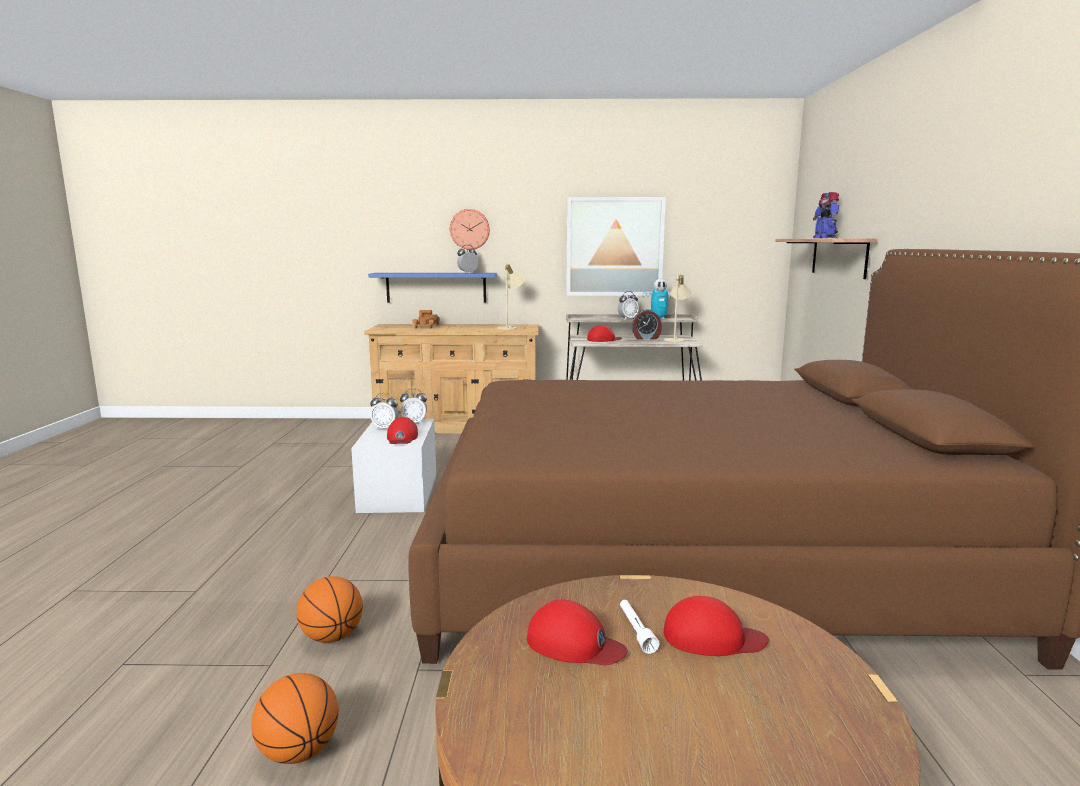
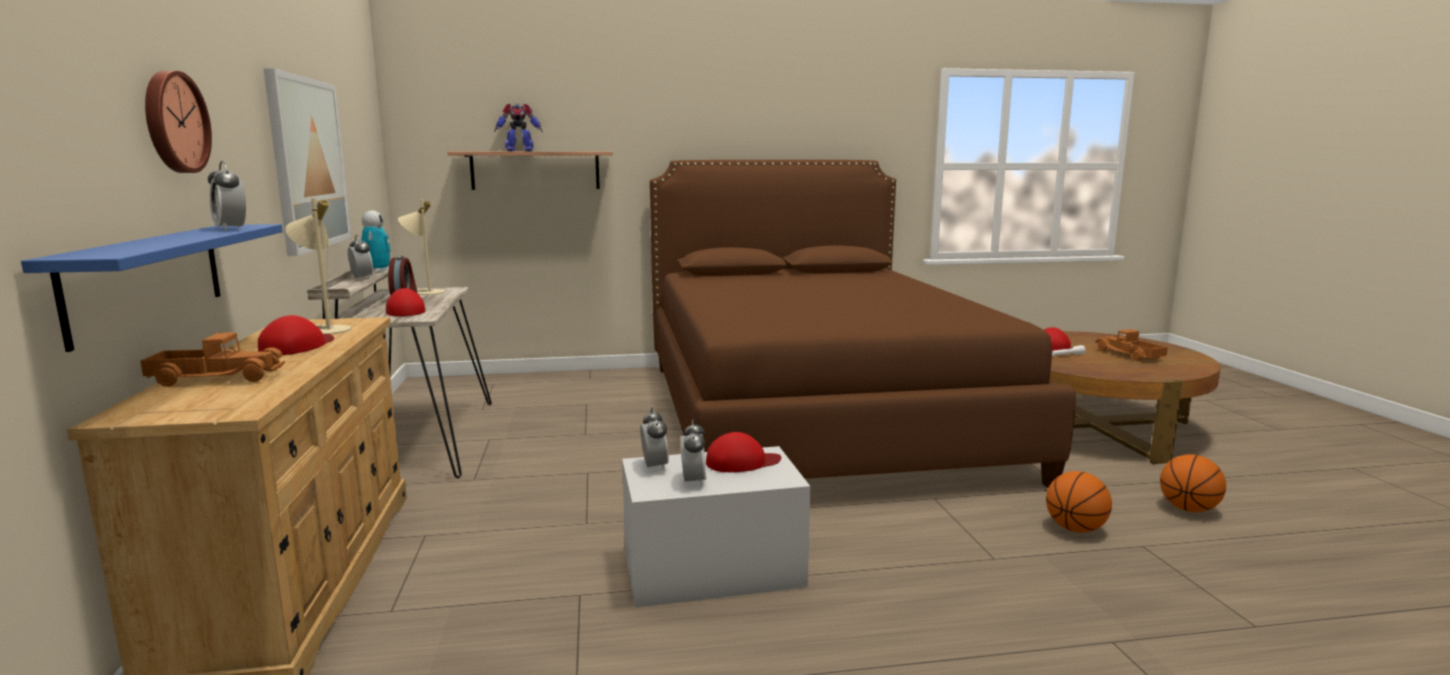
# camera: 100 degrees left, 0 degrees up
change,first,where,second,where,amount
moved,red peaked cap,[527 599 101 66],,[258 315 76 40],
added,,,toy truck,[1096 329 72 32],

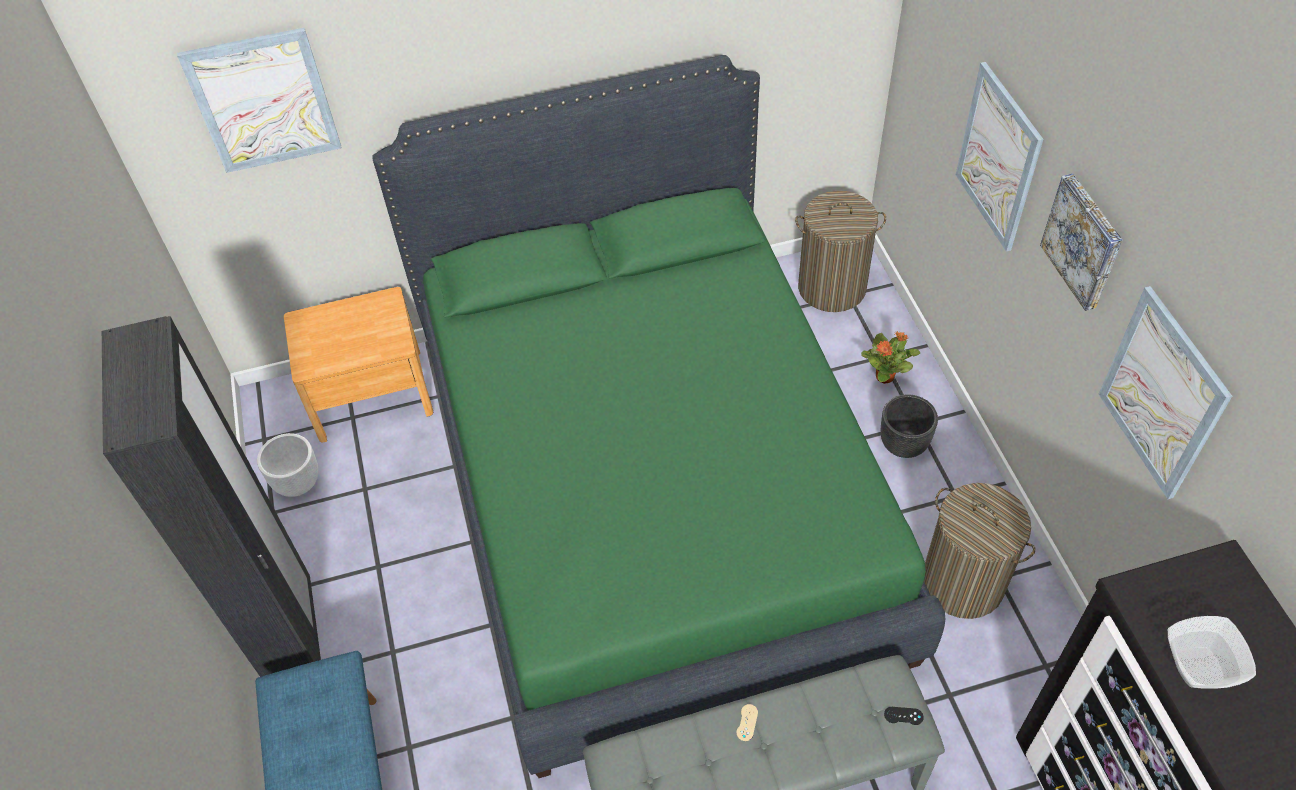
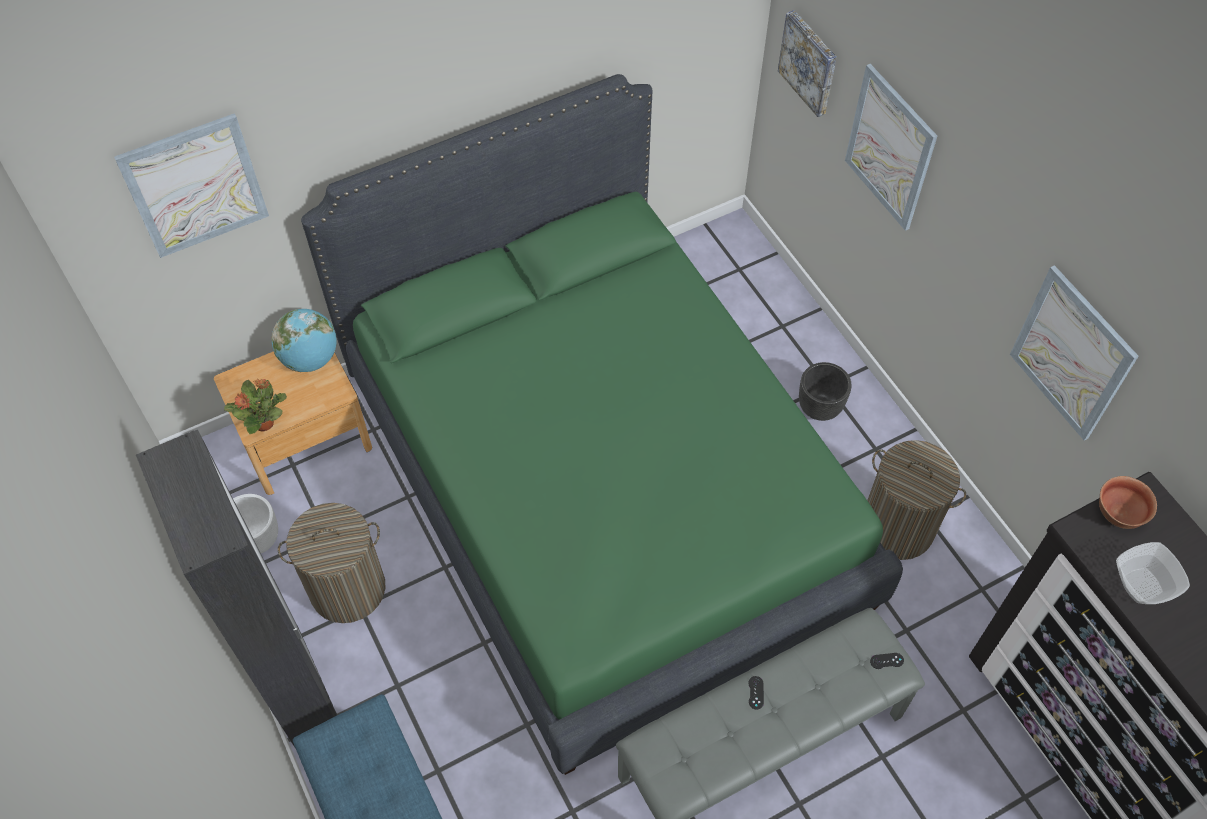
# camera: 15 degrees left, 5 degrees up
change,first,where,second,where,amount
moved,potted plant,[861 331 59 53],,[224 379 63 55],
added,,,globe,[271 309 66 63],
moved,washing basket,[795 191 91 121],,[278 503 107 120],
recoloured,sand-coloured joypad,[736 704 22 37],black joypad,[748 676 16 34],
moved,picture,[1040 174 83 137],,[778 10 59 107],
added,,,serving bowl,[1099 476 58 53],

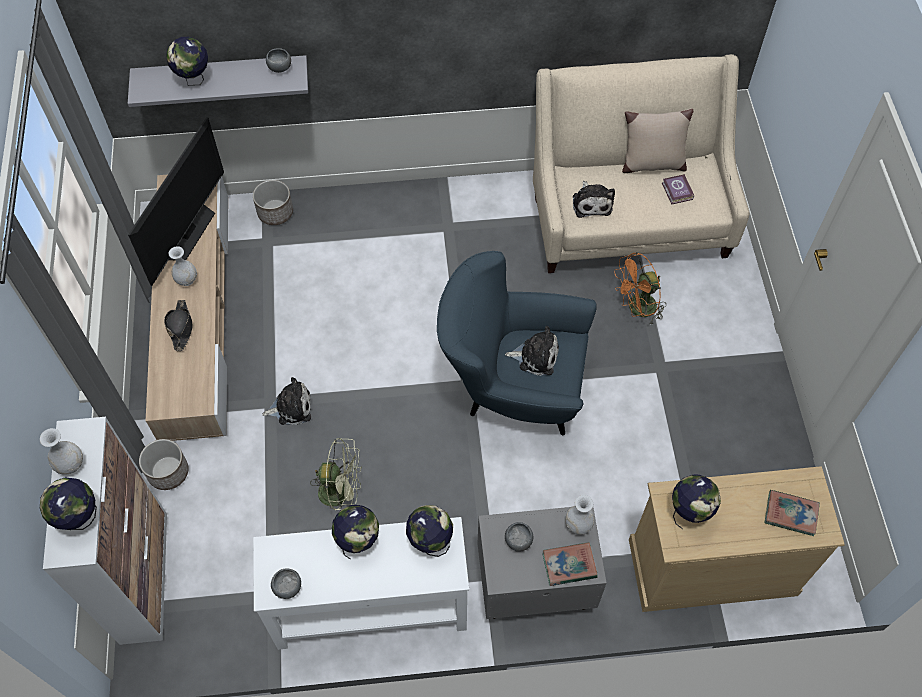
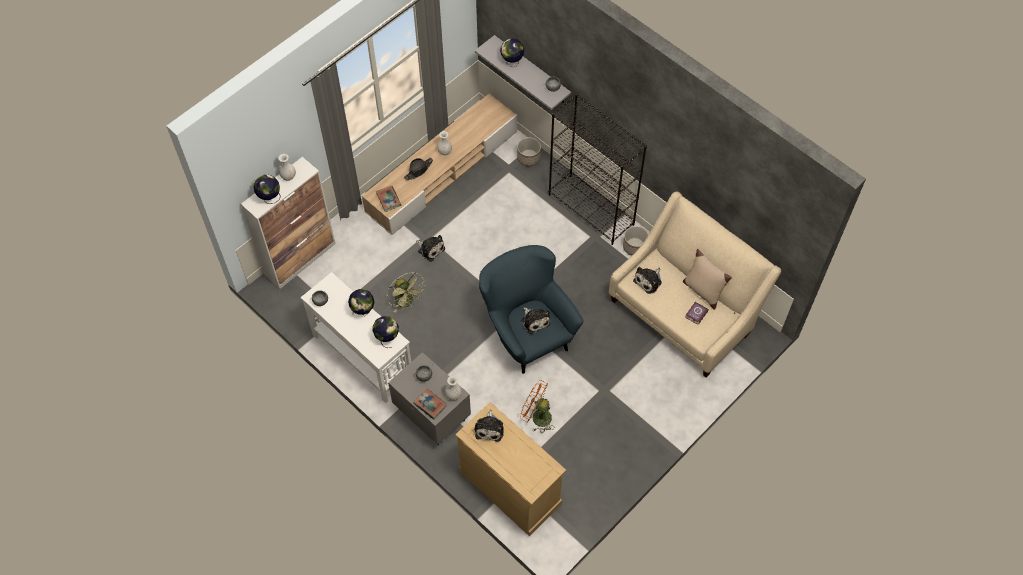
# camera: 50 degrees right, 0 degrees up
change,first,where,second,where,amount
moved,book,[765 490 55 46],,[376 186 25 26],
replaced,globe,[672 474 49 55],cuddly toy,[475 409 29 33],
moved,orange-coloured electric fan,[614 252 52 72],,[520 380 35 53],
added,,,black bookcase,[549 94 98 151],
moved,planter,[139 439 50 51],,[623 226 26 30],
removed,TV,[128 117 96 169],,,

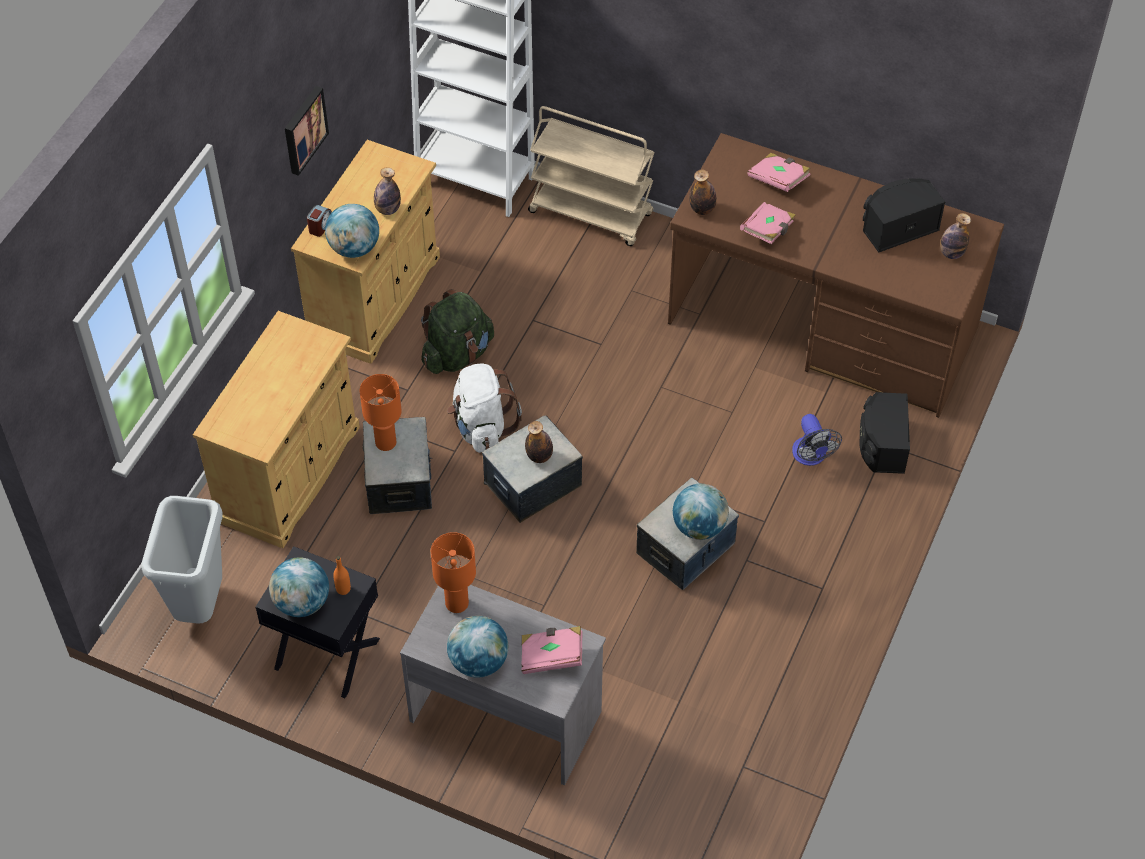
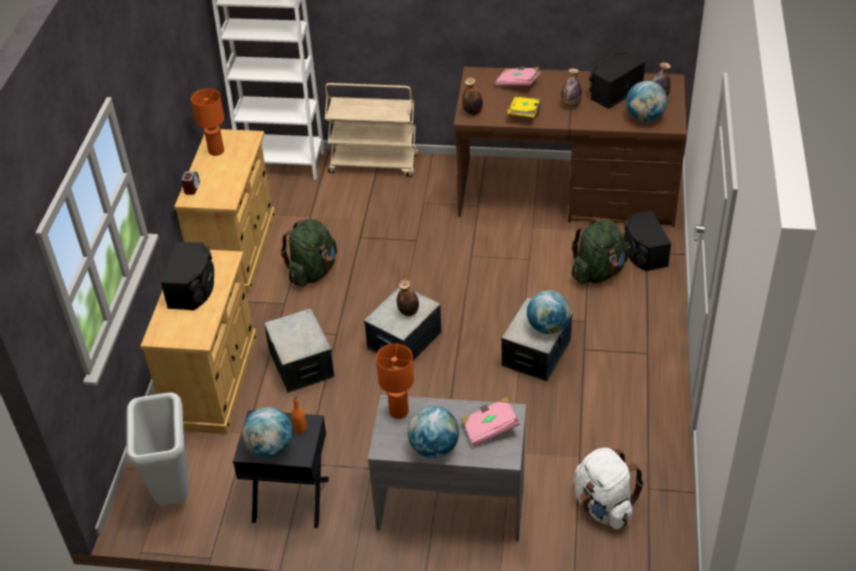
# camera: 15 degrees left, 10 degrees down
change,first,where,second,where,amount
added,,,black audio speaker,[161 241 53 69],
moved,orange-coloured tabletop lamp,[360 374 42 77],,[191 88 34 68],
recoloured,pink-coloured book,[740 202 56 42],yellow-coloured book,[507 97 34 20],
moved,bottle,[374 168 27 47],,[561 69 21 39],
replaced,electric fan,[792 414 50 52],greenish backpack,[571 218 58 66],
moved,whitish backpack,[447 364 75 89],,[574 448 70 81],
moved,globe,[325 204 54 54],,[626 81 41 41],
removed,picture,[285 86 44 90],,,

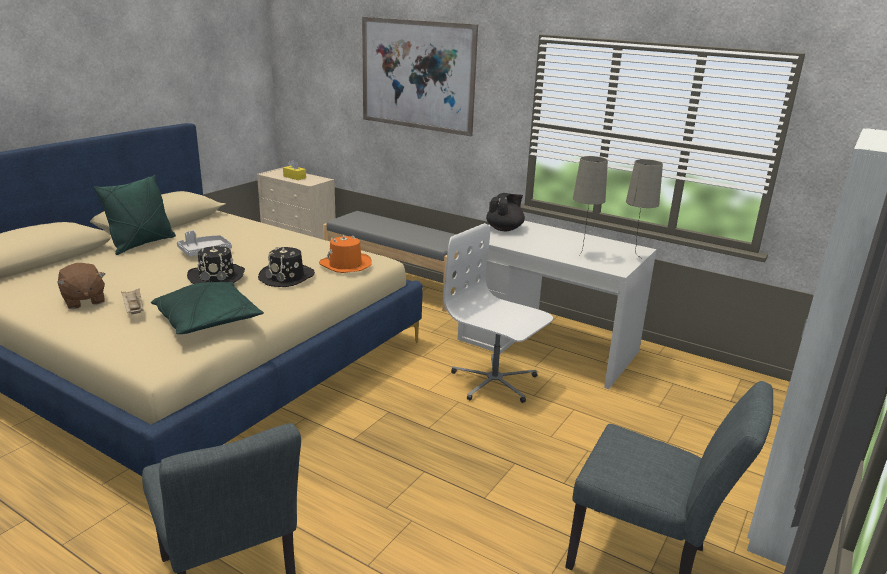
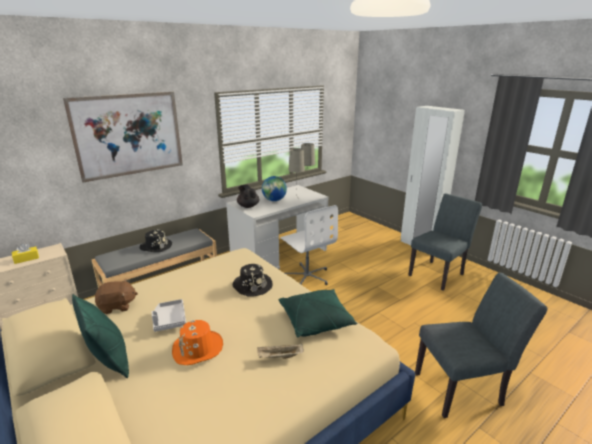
# camera: 70 degrees left, 0 degrees up
change,first,where,second,where,amount
moved,brown-coloured cuddly toy,[57 263 48 46],,[95 279 43 35],
moved,black clothing hat,[187 246 58 38],,[140 229 32 23],
moved,orange-coloured clothing hat,[319 235 53 38],,[172 320 51 45],
added,,,globe,[262 176 25 25],
turned,whitish computer chair,[444 223 109 180],,[281 205 57 80],90 degrees counterclockwise

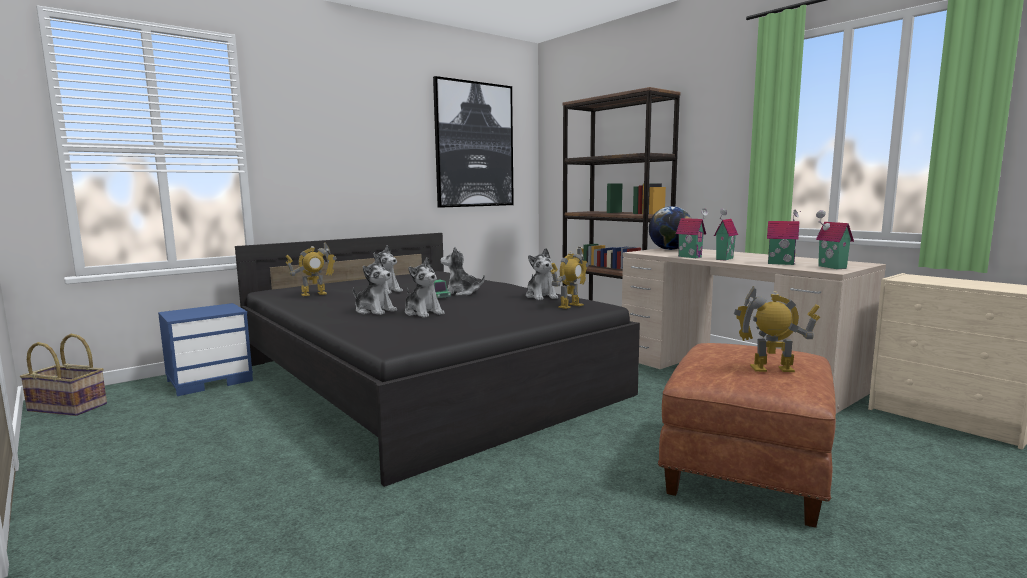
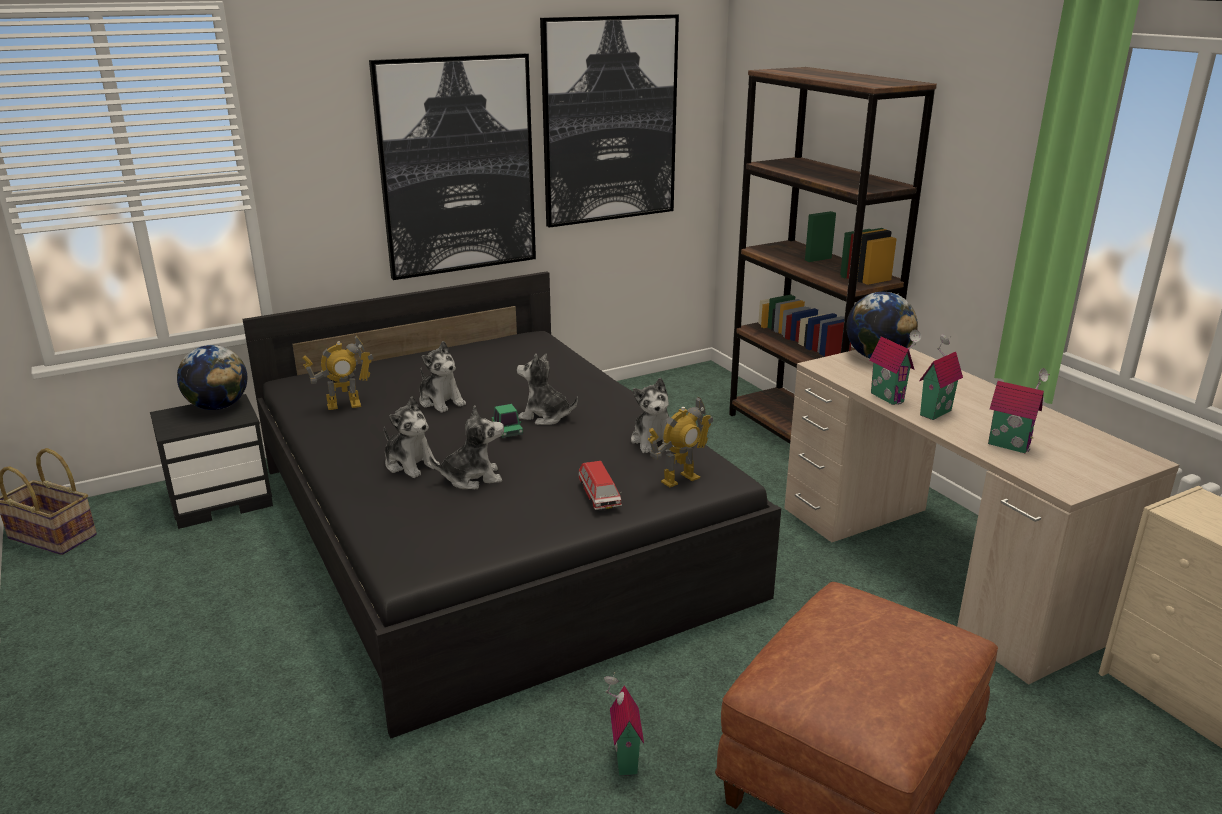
# camera: 10 degrees right, 15 degrees up
change,first,where,second,where,amount
recoloured,blue-coloured night table,[158 303 95 93],black night table,[150 394 123 135],
added,,,globe,[177 345 70 65],
added,,,picture,[369 53 167 227],
turned,cuddly toy,[405 257 40 61],,[429 405 75 84],75 degrees counterclockwise
added,,,miniature car,[579 461 43 49],
moved,miniature house,[816 210 38 59],,[604 672 40 104],
removed,toy robot,[734 286 86 86],,,

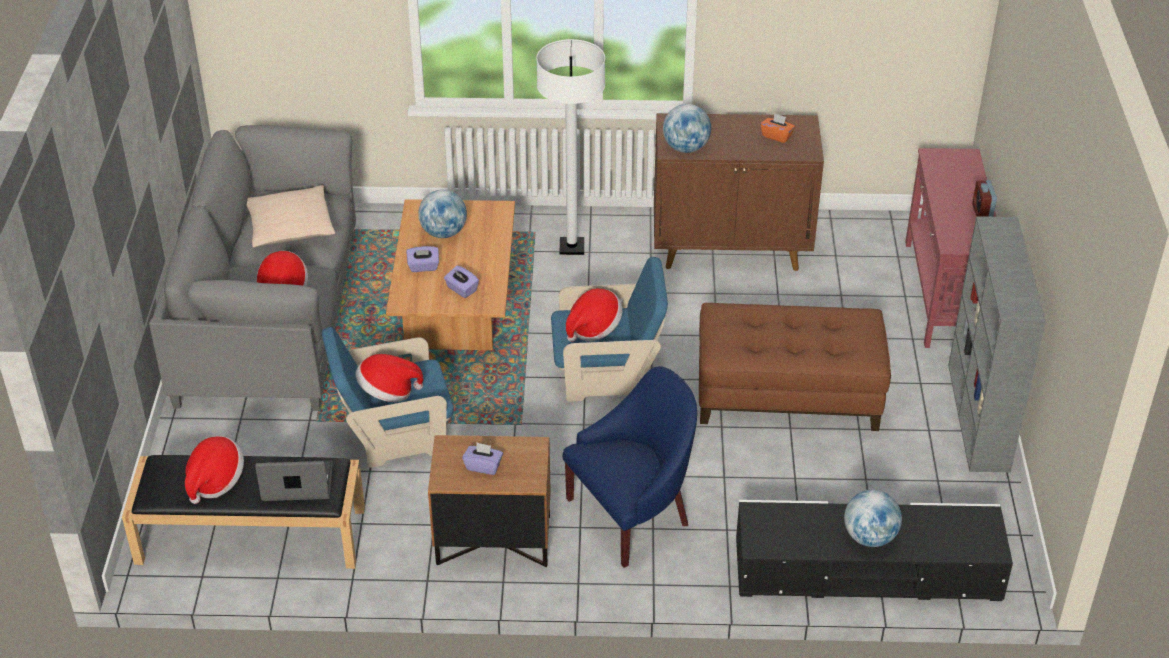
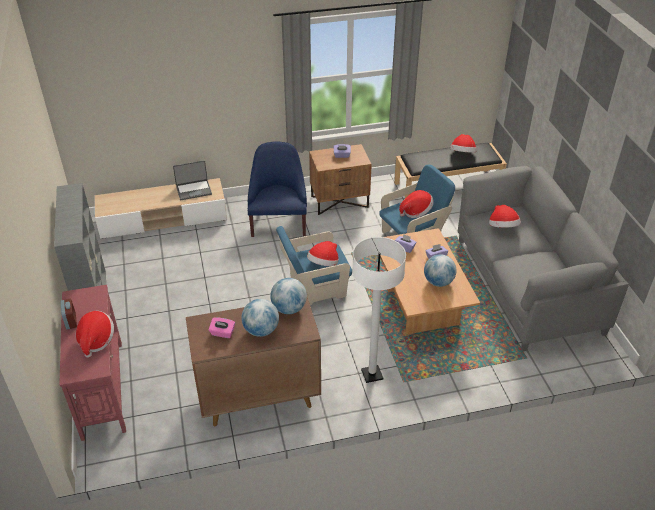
# camera: 165 degrees right, 0 degrees up
change,first,where,second,where,amount
added,,,clothing hat,[76 311 38 47],
recoloured,black tv stand,[736 500 277 101],sand-coloured tv stand,[94 178 133 61],
moved,portable computer,[255 460 78 41],,[173 160 39 40],
recoloured,orange-coloured tissue holder,[761 113 34 30],pink-coloured tissue holder,[209 317 26 21],
moved,globe,[844 490 58 57],,[241 299 38 38],
turned,blue-coloured armchair,[562 366 135 202],,[248 142 59 95],135 degrees clockwise
removed,sand-coloured cushion,[247 185 88 63],,,
removed,brown-coloured pouffe,[699 303 192 128],,,

